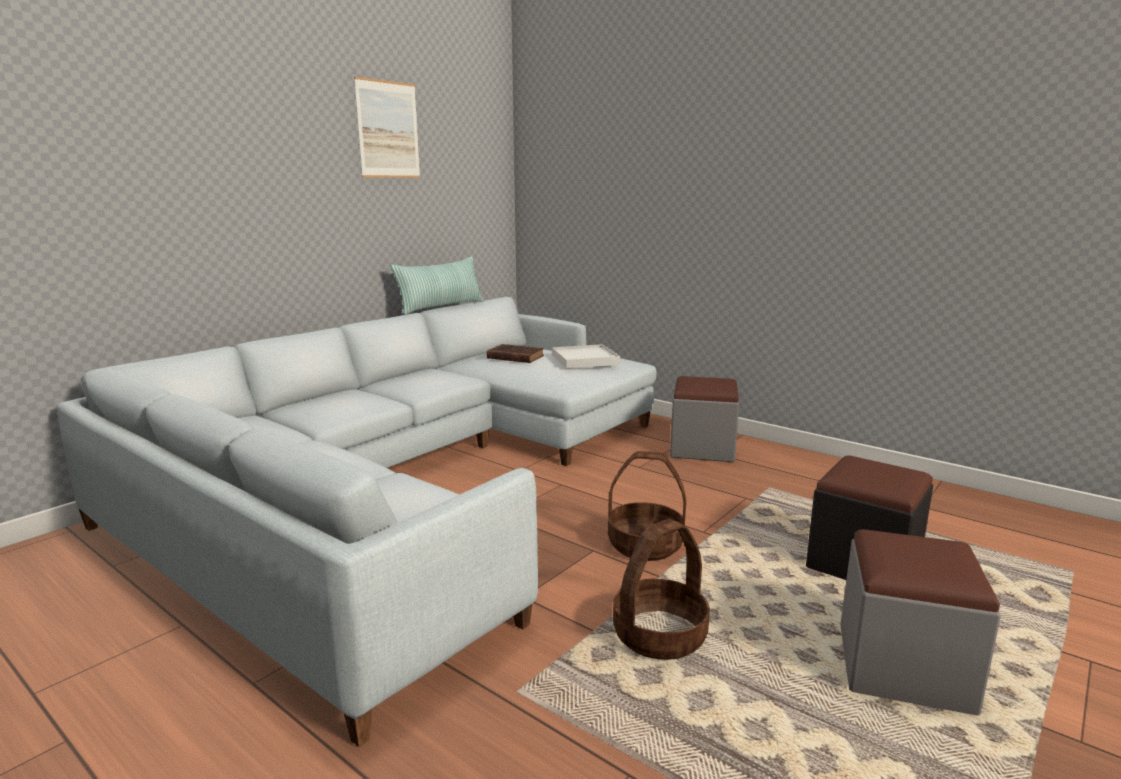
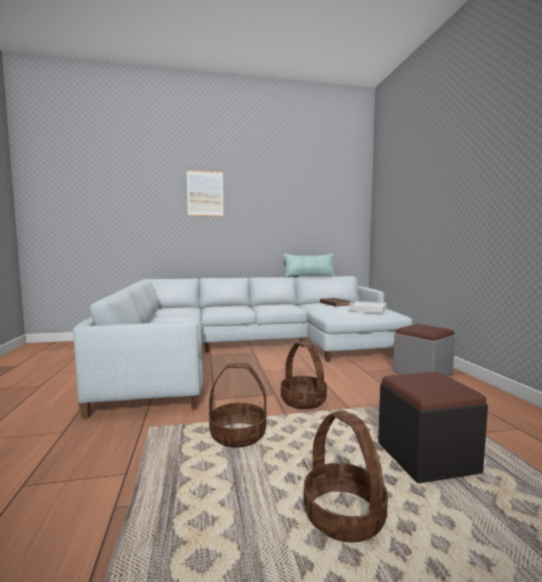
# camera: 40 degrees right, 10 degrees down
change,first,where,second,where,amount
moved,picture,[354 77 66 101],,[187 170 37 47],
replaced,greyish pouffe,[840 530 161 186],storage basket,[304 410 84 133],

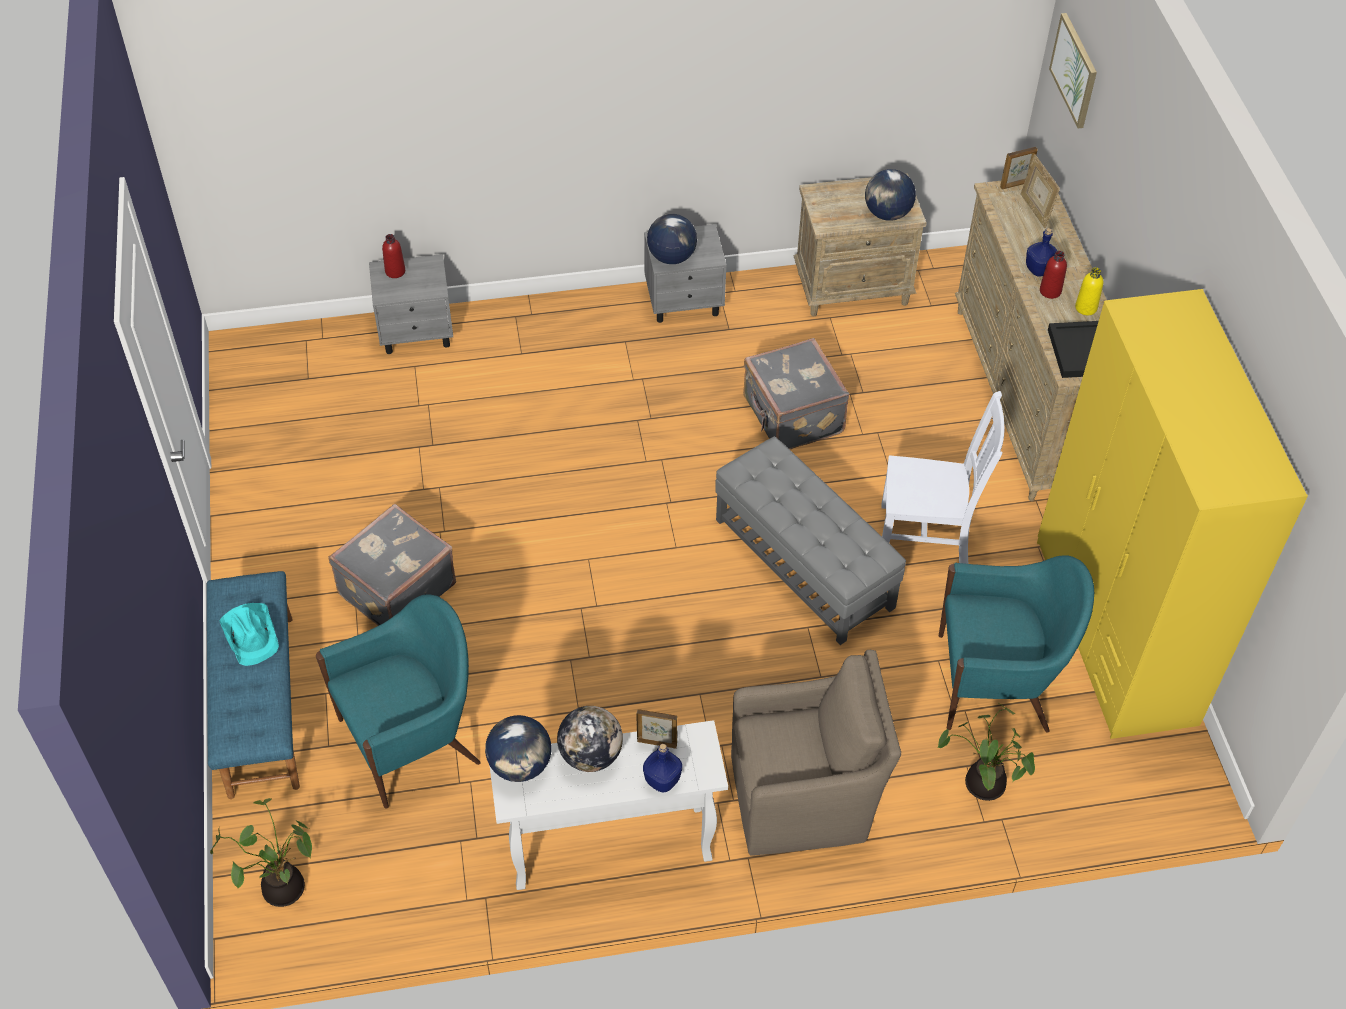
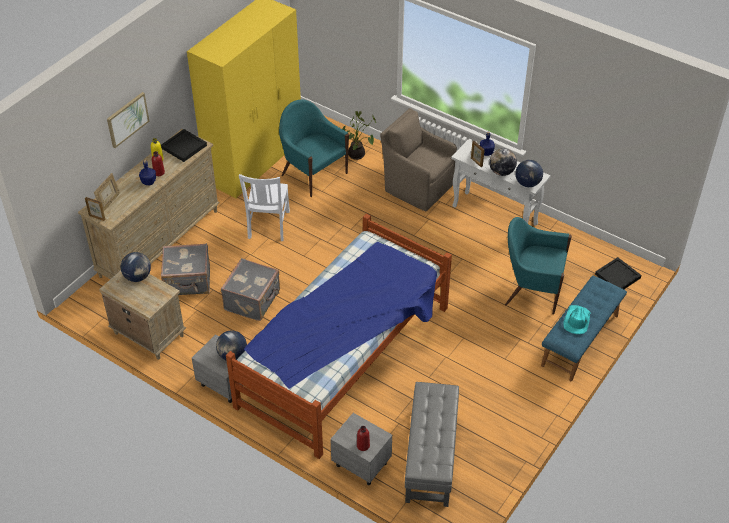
# camera: 135 degrees left, 5 degrees down
change,first,where,second,where,amount
moved,picture,[1049 13 48 116],,[107 92 43 56],
moved,greyish travel case,[329 503 127 123],,[161 243 49 52],
added,,,bedroom bed,[226 214 226 245],
turned,whitish plain chair,[881 391 124 173],,[239 174 51 67],135 degrees counterclockwise
moved,greyish pouffe,[715 437 191 208],,[405 382 54 125],
replaced,potted plant,[210 798 102 109],black serving tray,[595 257 47 32],

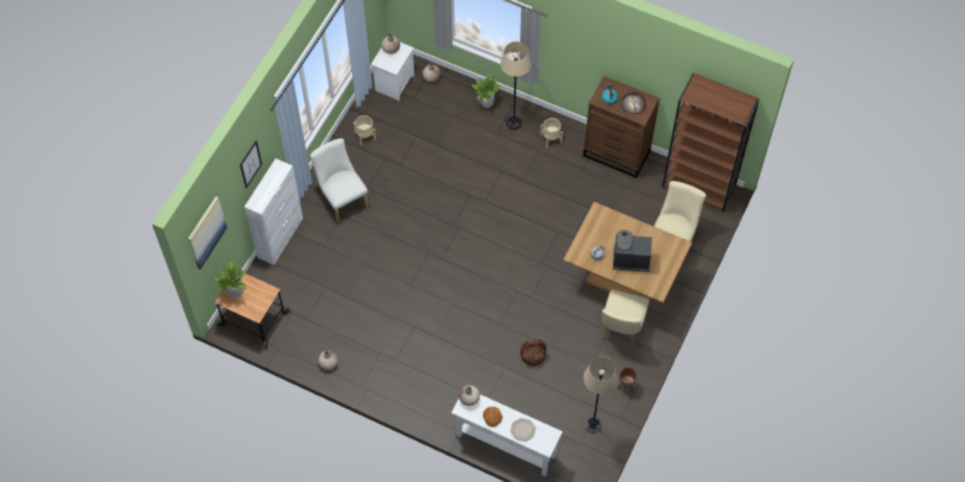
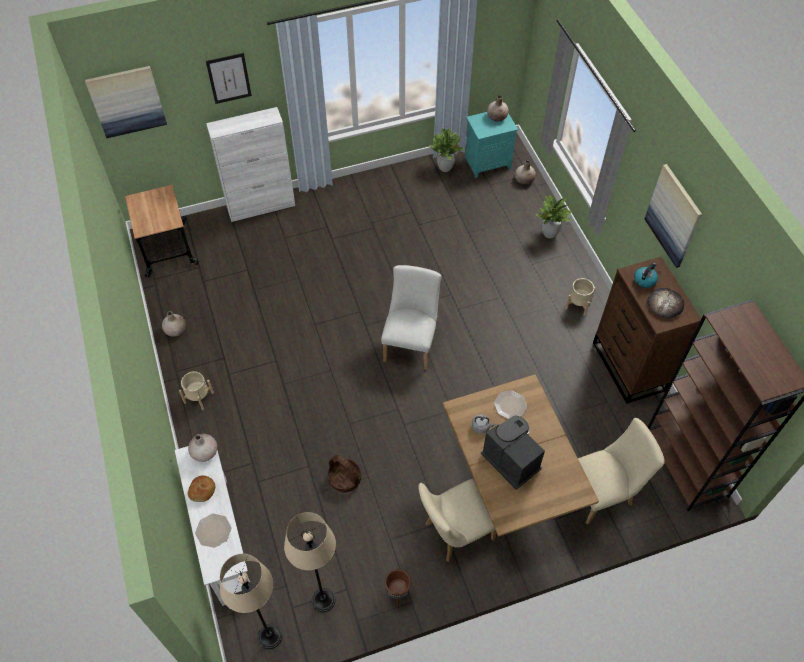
# camera: 45 degrees right, 5 degrees down
change,first,where,second,where,amount
moved,sand-coloured planter,[353 116 23 29],,[179 371 35 39],
moved,sand-coloured floor lamp,[501 41 30 89],,[220 554 62 95],
moved,whitish plain chair,[310 138 59 85],,[381 265 61 105],
moved,potted plant,[215 262 31 35],,[429 128 35 44],
recoloured,whitish night table,[371 42 43 59],turquoise night table,[465 112 53 66],
added,,,plate,[494 390 33 29],
added,,,picture,[645 164 57 104],

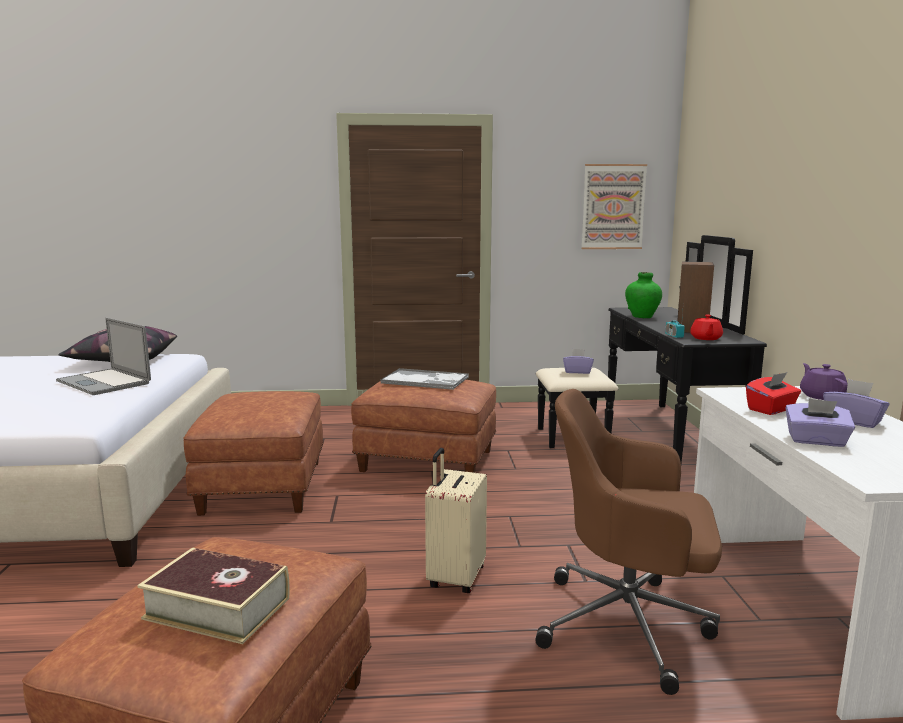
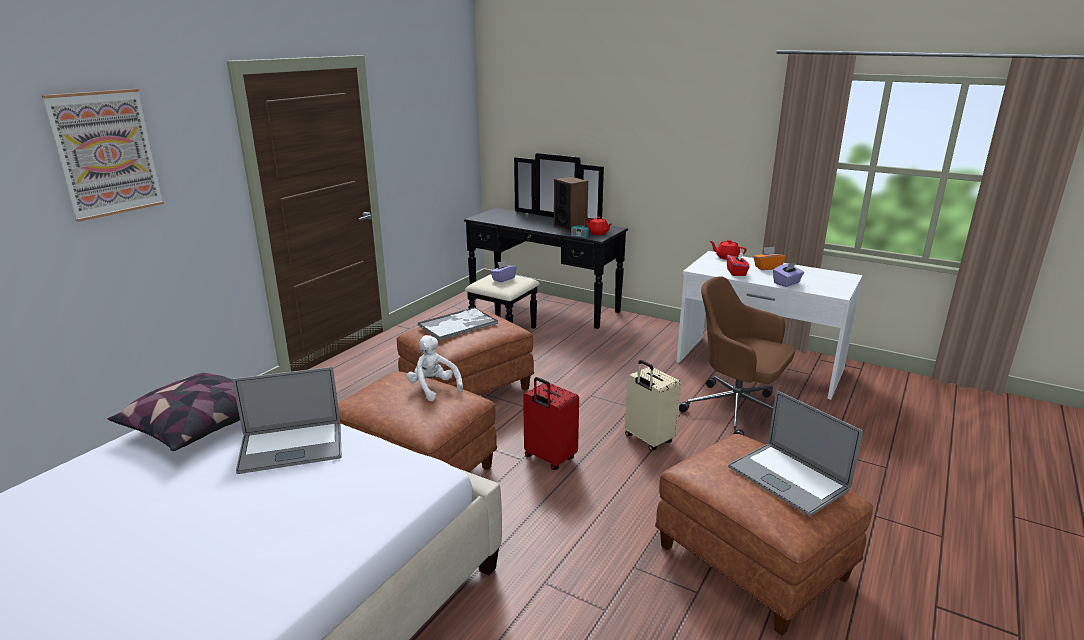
# camera: 55 degrees left, 10 degrees up
change,first,where,second,where,amount
moved,picture,[581 164 66 85],,[42 89 122 133],
added,,,whitish cuddly toy,[406 335 57 66],
added,,,red travel case,[523 377 56 93],
turned,brown-coloured computer chair,[535 389 187 306],,[679 276 116 160],75 degrees clockwise
recoloured,purple pot for tea,[800 363 48 37],red pot for tea,[710 240 36 20],
replaced,book,[137 547 152 97],portable computer,[728 390 135 126],
recoloured,purple tissue holder,[823 379 67 49],orange-coloured tissue holder,[753 247 33 23],
removed,greenish vase,[625 272 37 46],,,

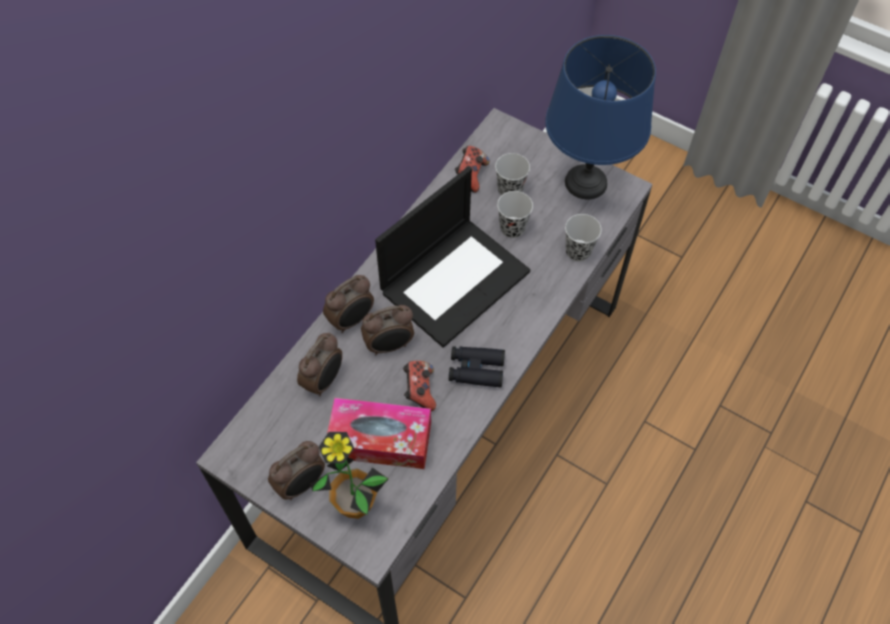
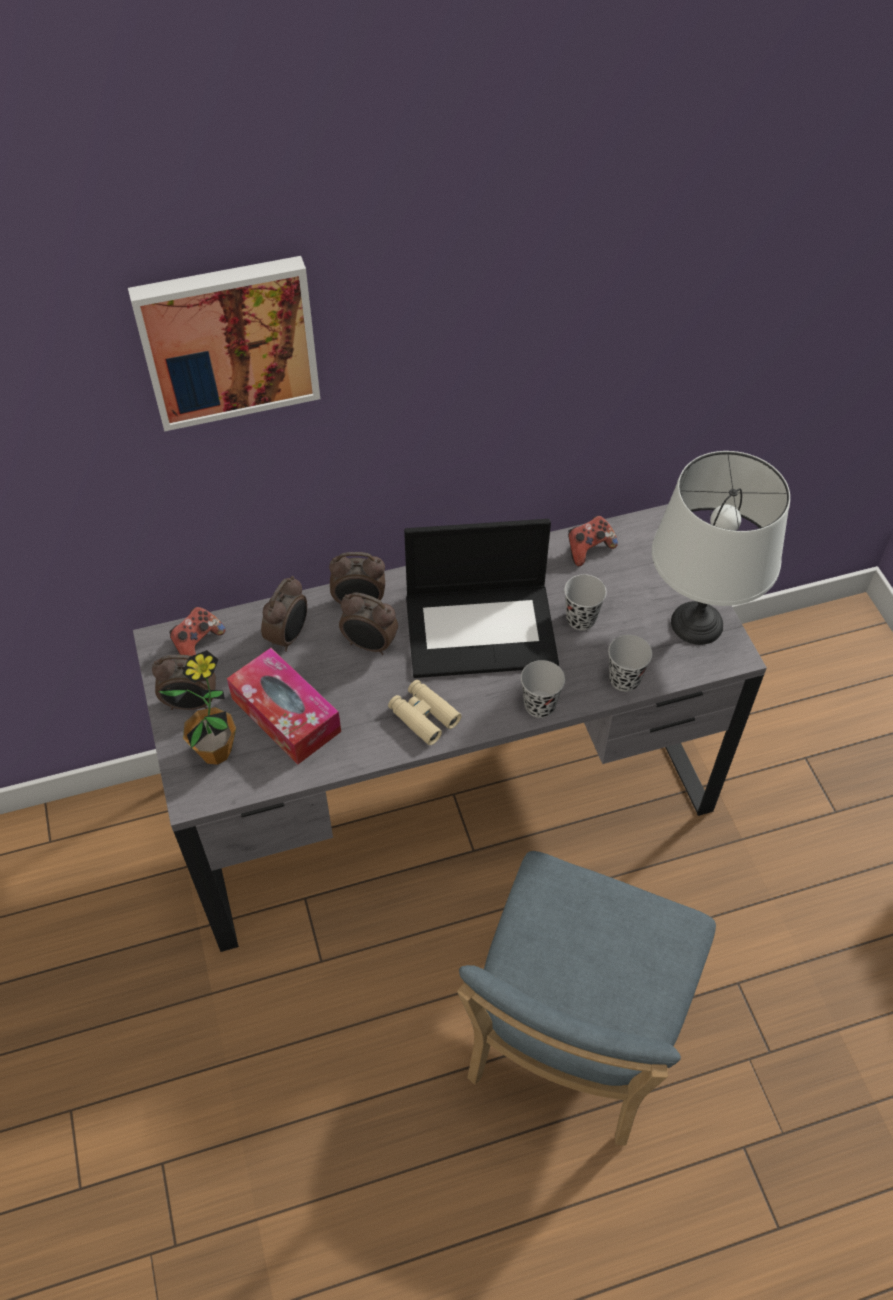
# camera: 40 degrees right, 5 degrees down
change,first,where,second,where,amount
added,,,picture,[128 256 192 176],
moved,joypad,[403 361 33 50],,[169 607 56 49],
turned,alarm clock,[297 332 45 65],,[261 576 46 76],45 degrees counterclockwise
recoloured,black pair of binoculars,[449 346 56 41],sand-coloured pair of binoculars,[388 680 74 65],
added,,,blue-coloured plain chair,[457 851 259 295],
moved,black cup,[495 153 35 43],,[521 660 44 58],
recoloured,blue-coloured tabletop lamp,[545 35 111 164],whitish tabletop lamp,[652 451 138 194],

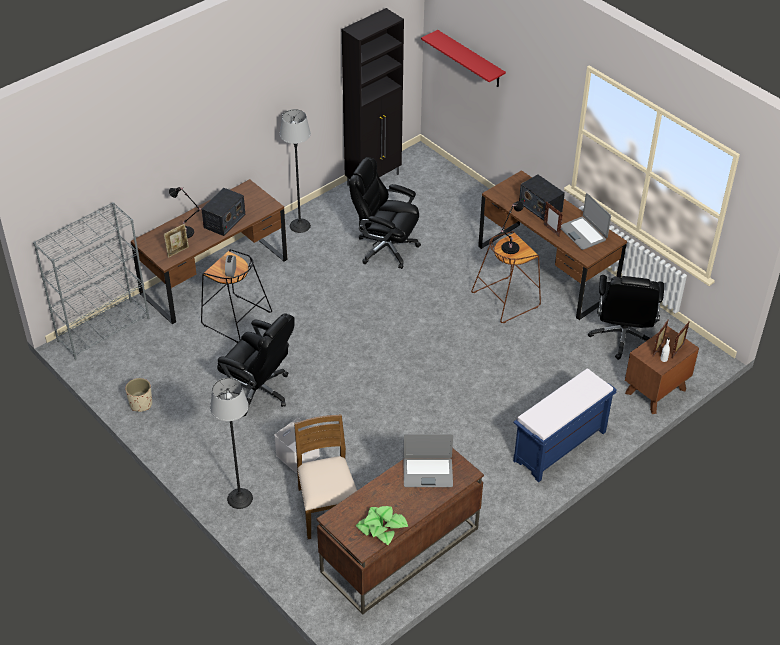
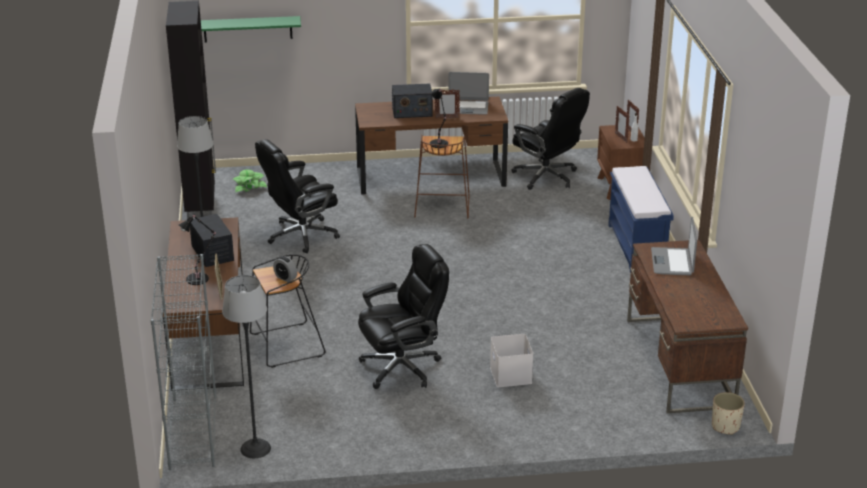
# camera: 55 degrees left, 15 degrees down
change,first,where,second,where,amount
recoloured,red shelf,[421 30 85 57],greenish shelf,[201 16 100 27],
moved,floor lamp,[210 378 43 131],,[222 275 49 183],
moved,potted plant,[356 506 52 39],,[233 170 34 22],
turned,portable computer,[403 434 50 53],,[651 217 46 58],150 degrees clockwise
moved,sand-coloured planter,[125 378 27 34],,[712 392 33 43],
removed,brown-coloured plain chair,[294 414 63 125],,,

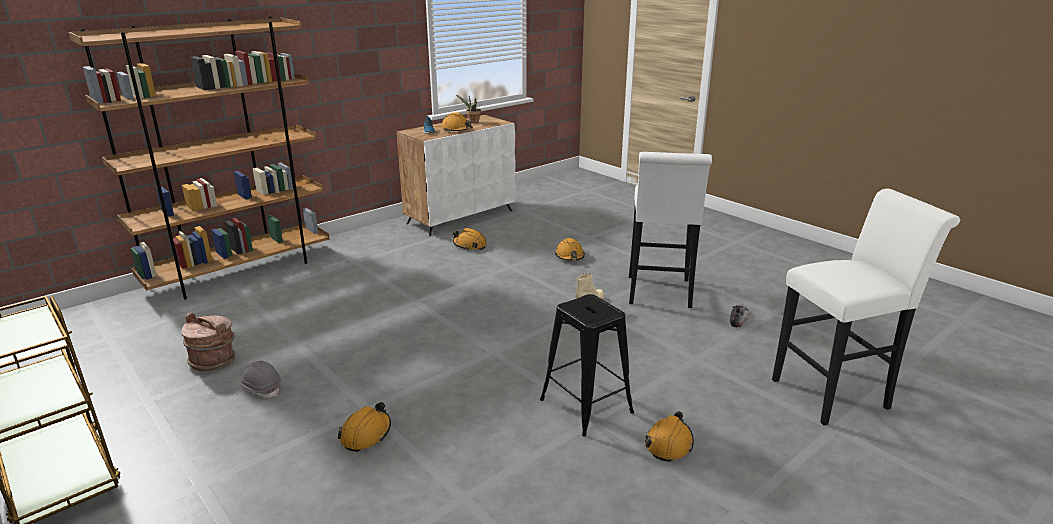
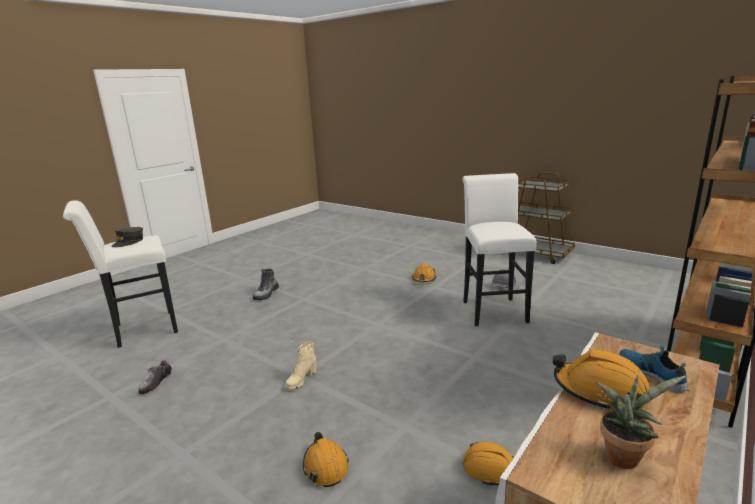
# camera: 170 degrees right, 5 degrees down
change,first,where,second,where,amount
added,,,greyish peaked cap,[111 227 32 20],
replaced,orange-coloured safety helmet,[645 411 49 51],boot,[253 269 26 31],
moved,whitish stool,[629 152 83 156],,[463 173 73 153],
removed,brown-coloured water bucket,[181 313 54 59],,,
removed,black stool,[540 294 94 143],,,

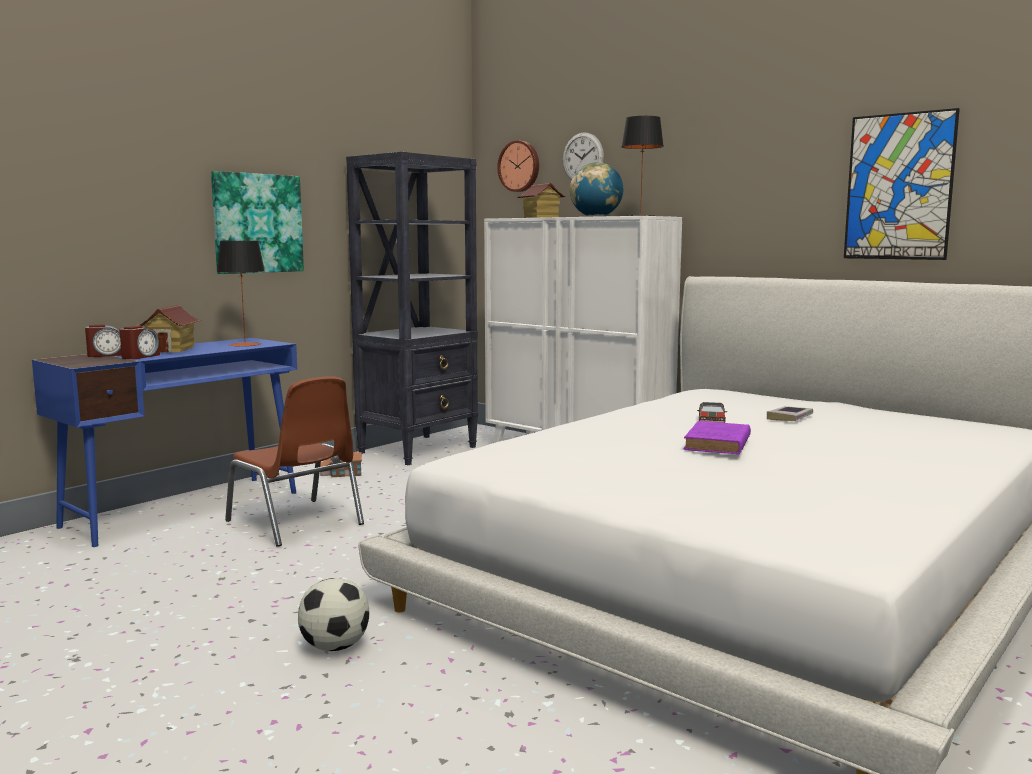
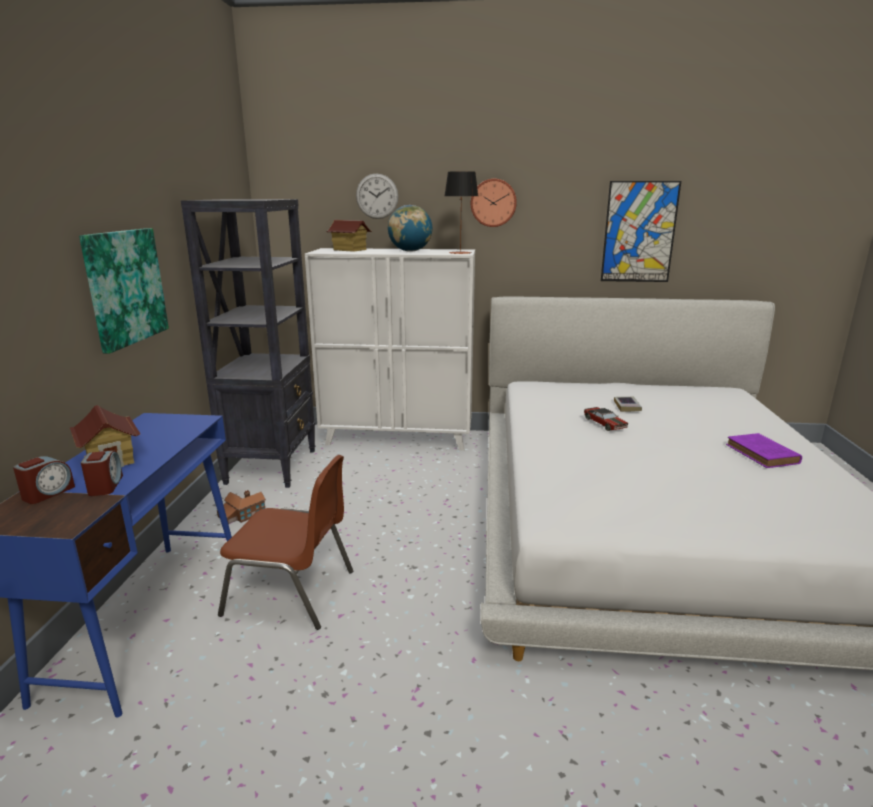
# camera: 35 degrees left, 10 degrees up
change,first,where,second,where,amount
moved,wall clock,[497 140 42 52],,[471 179 46 48],
moved,purple book,[683 421 68 34],,[726 433 76 35],
removed,tabletop lamp,[217 241 48 106],,,
removed,football ball,[298 578 72 73],,,

